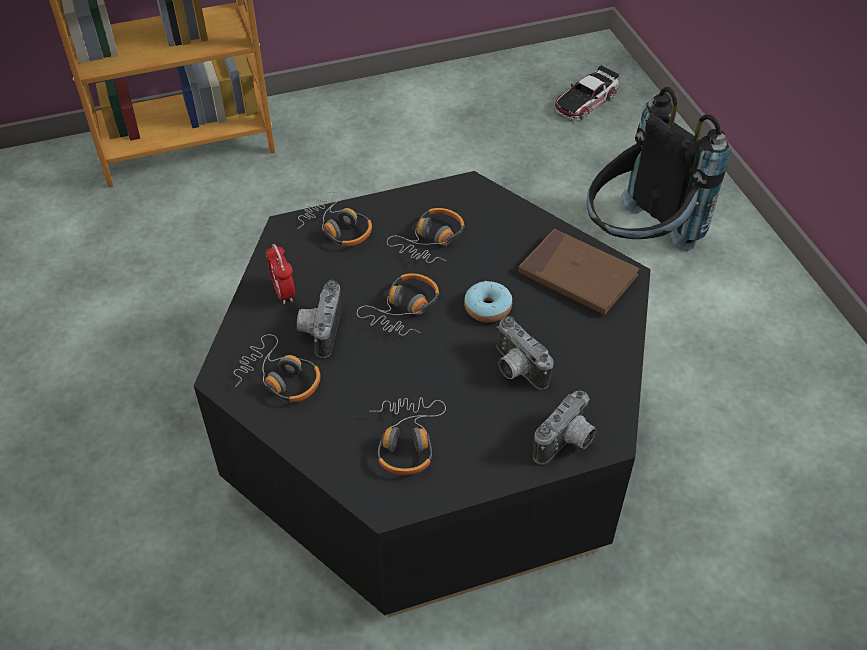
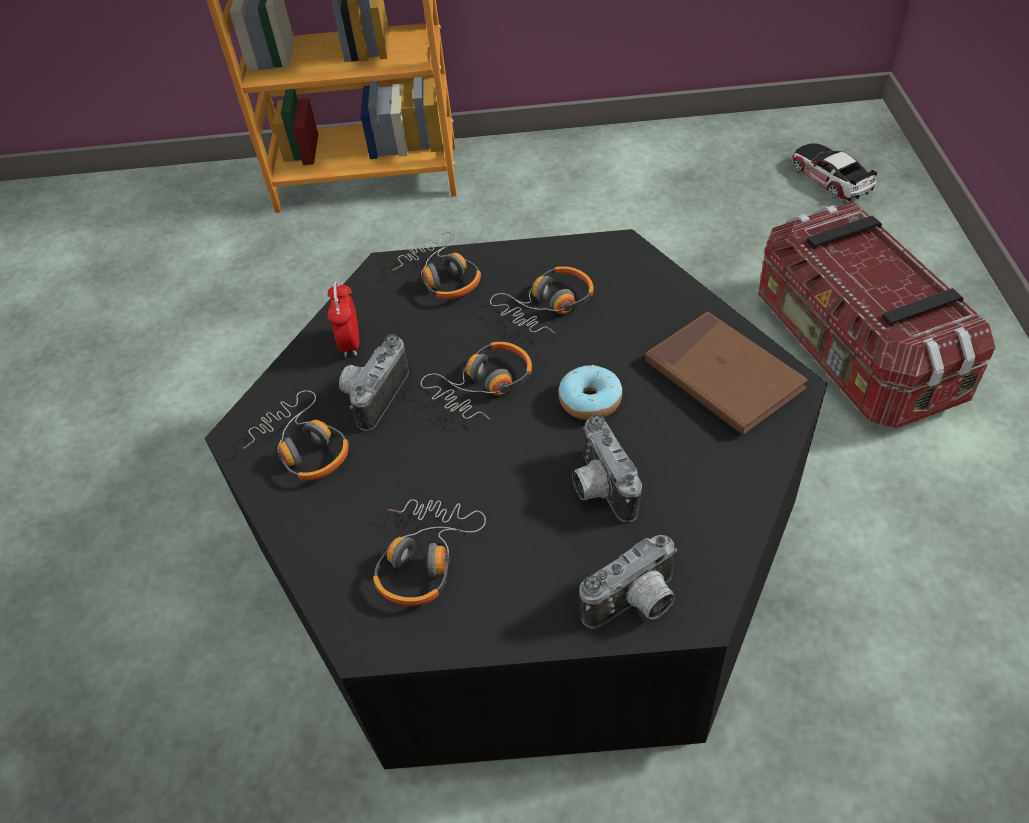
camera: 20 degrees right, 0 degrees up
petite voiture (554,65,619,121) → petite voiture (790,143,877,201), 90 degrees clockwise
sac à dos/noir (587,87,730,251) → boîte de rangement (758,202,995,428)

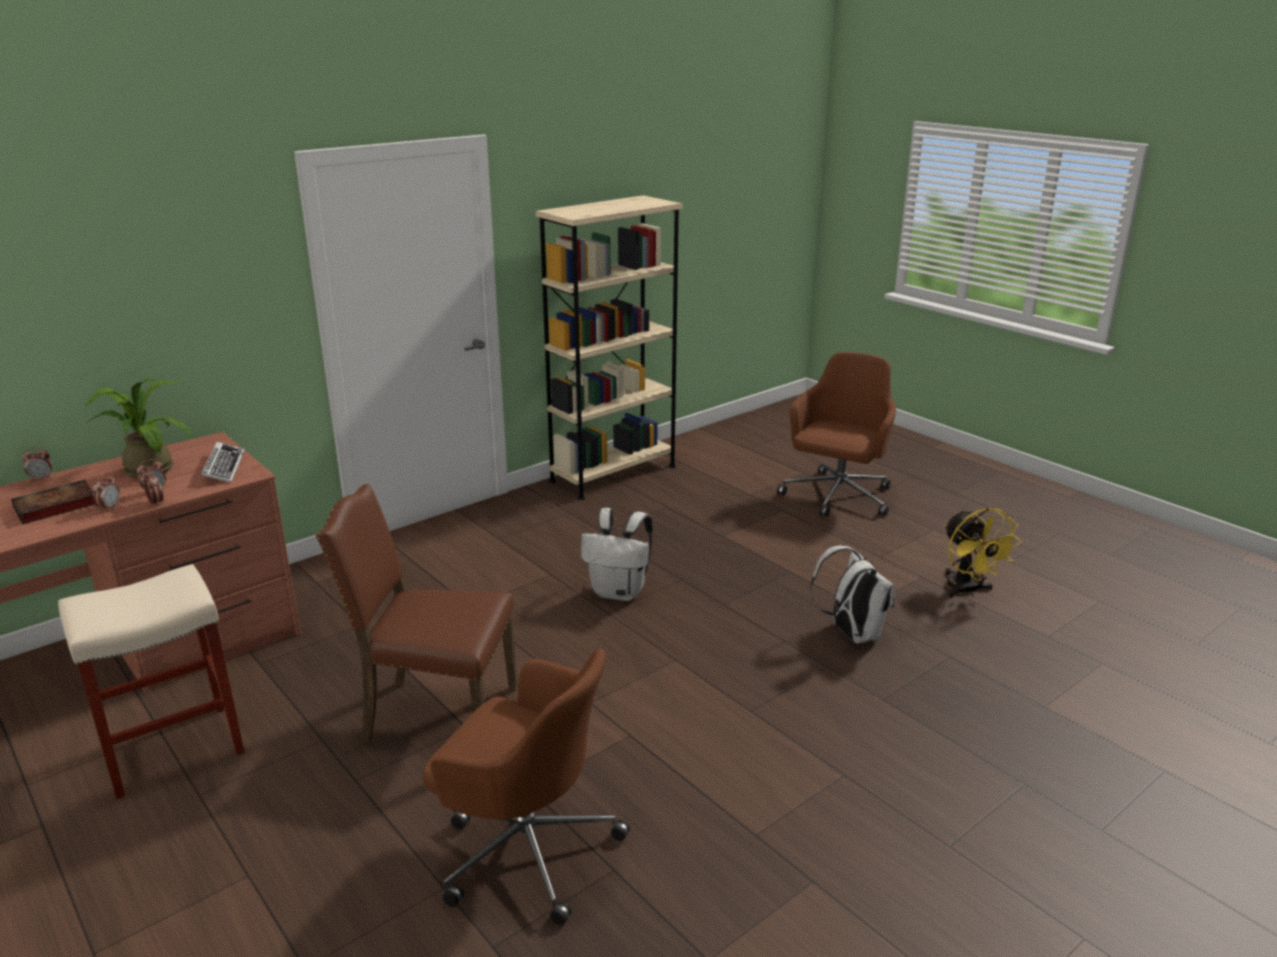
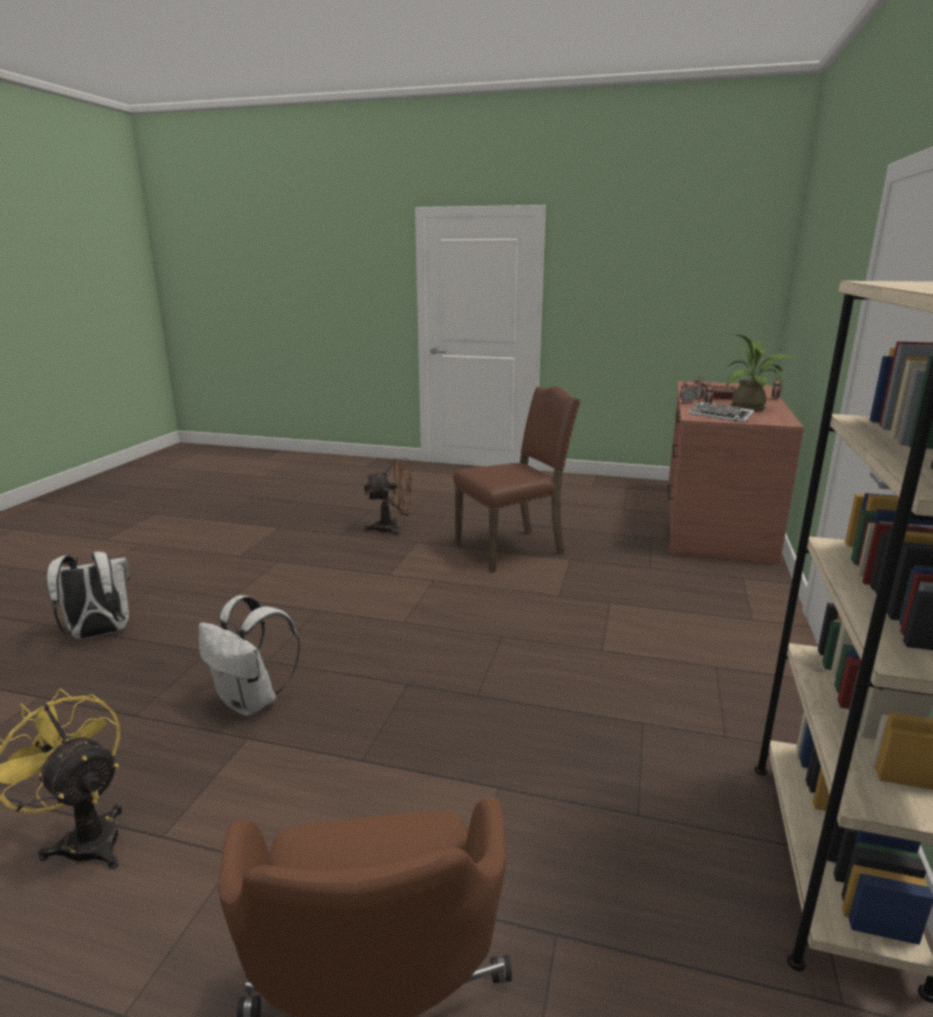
camera: 145 degrees right, 5 degrees down
sac à dos/blanc (581,508,653,601) → sac à dos/blanc (46,551,131,639), moved
tabouret/beige (58,564,244,799) → -
chaise de bureau/marron (423,649,630,925) → ventilateur/marron (364,458,413,536)

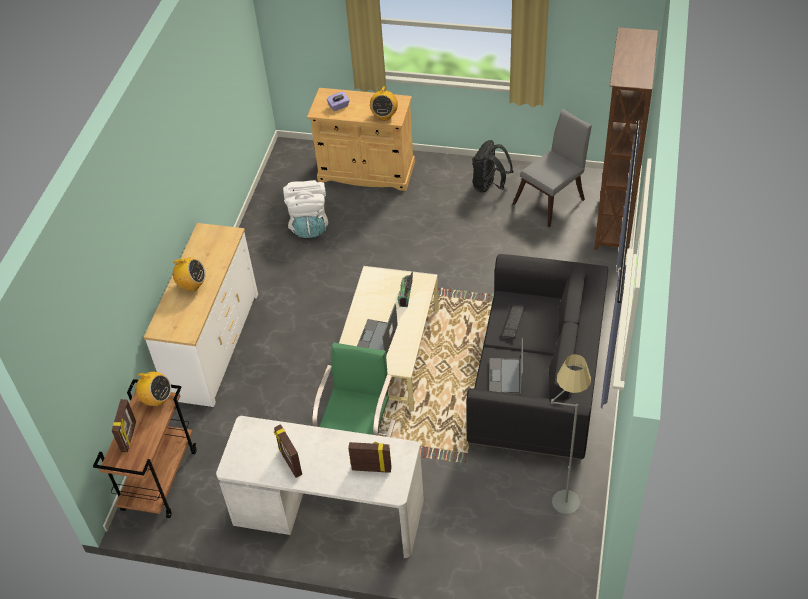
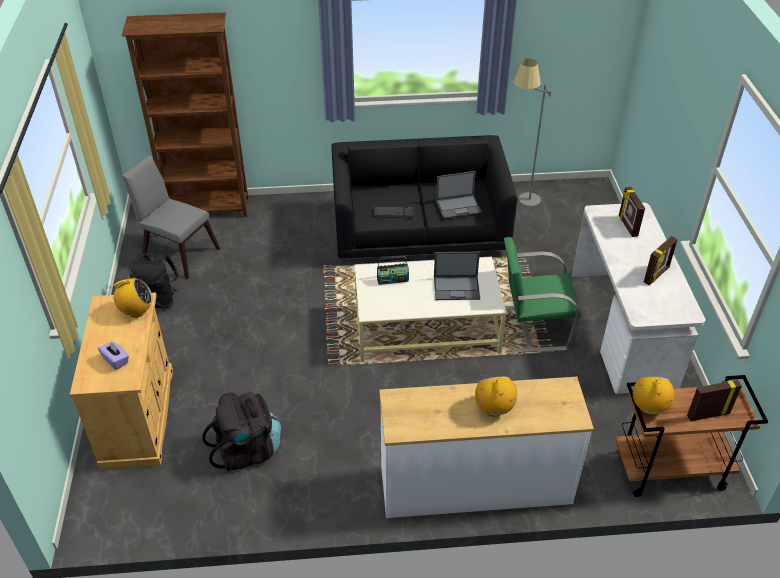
camera: 110 degrees left, 5 degrees down
sac à dos/blanc (283,180,328,238) → sac à dos/noir (202,392,281,472)

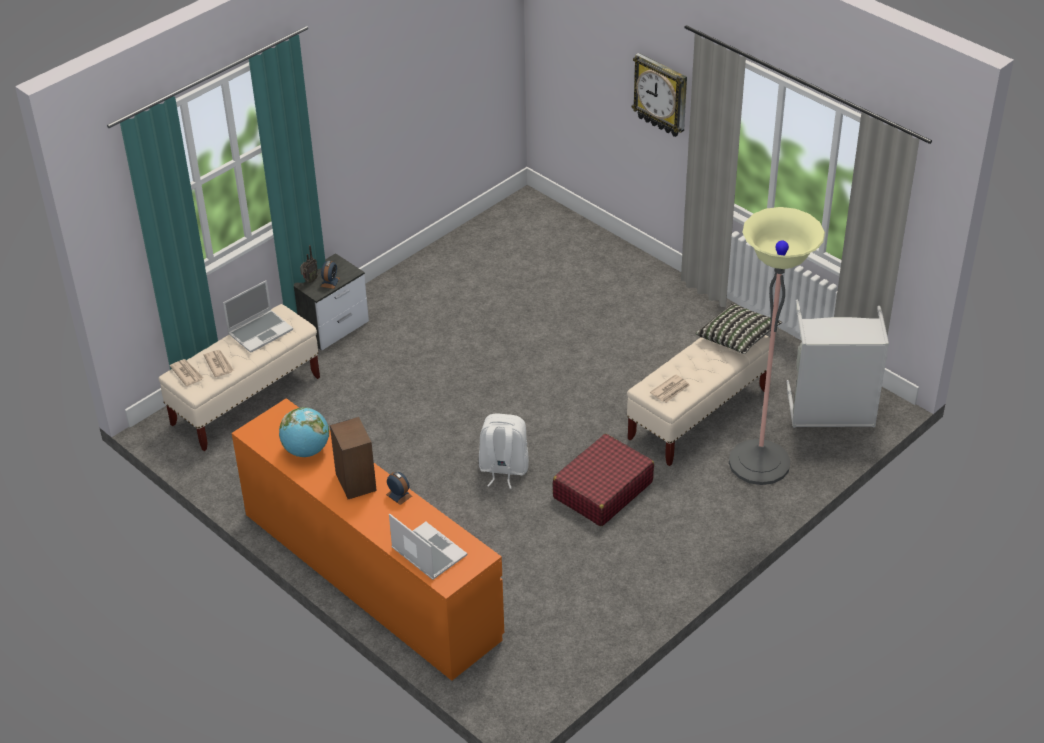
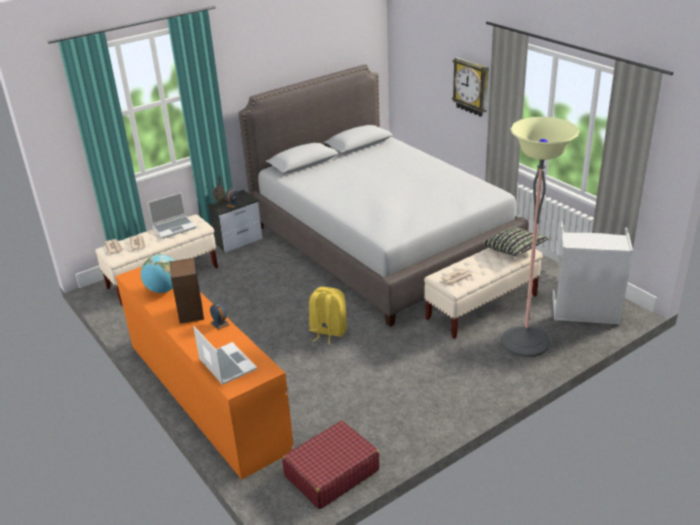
camera: 10 degrees right, 10 degrees down
sac à dos/blanc (479,413,529,489) → sac à dos/jaune (309,287,347,344)
valise/rouge (553,434,654,526) → valise/rouge (282,421,379,509), moved
- → lit/gris (239,64,529,327)

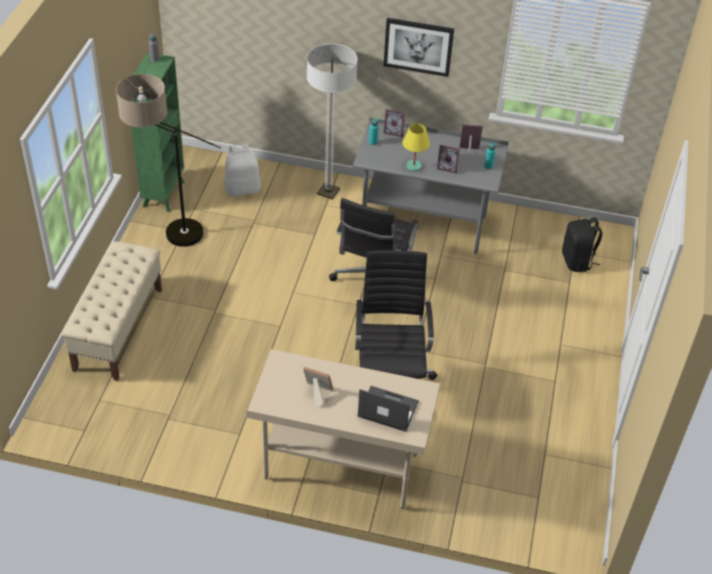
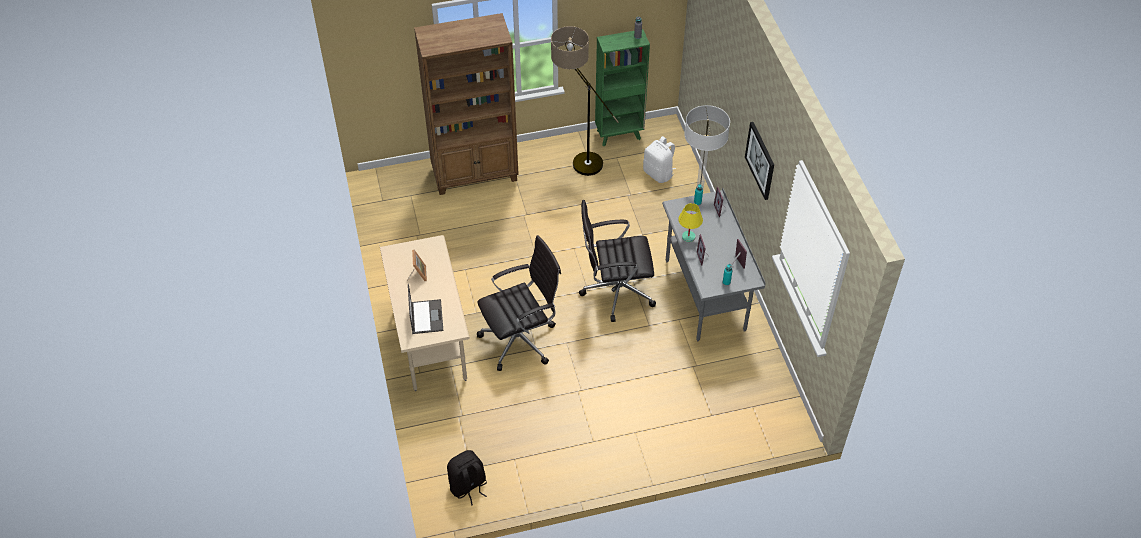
camera: 65 degrees right, 5 degrees up
sac à dos/noir (562,218,602,272) → sac à dos/noir (447,450,487,505), moved
banc/beige (61,241,162,381) → bibliothèque/marron (414,13,519,195)

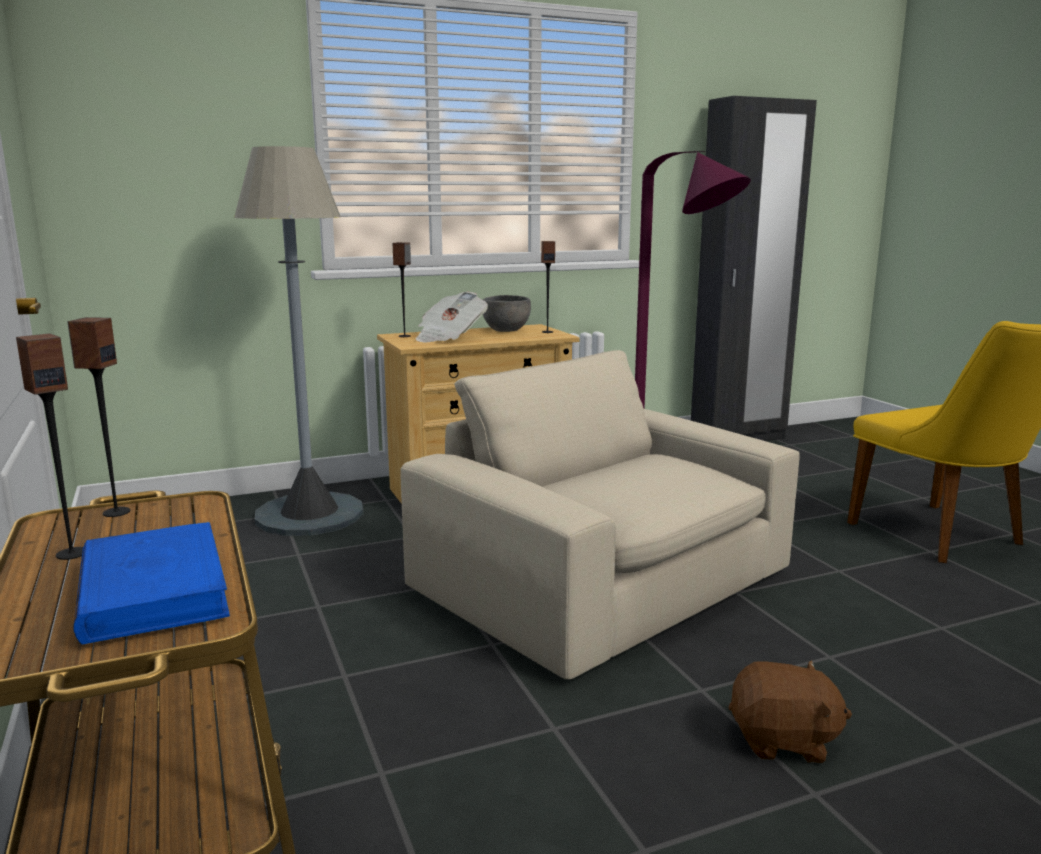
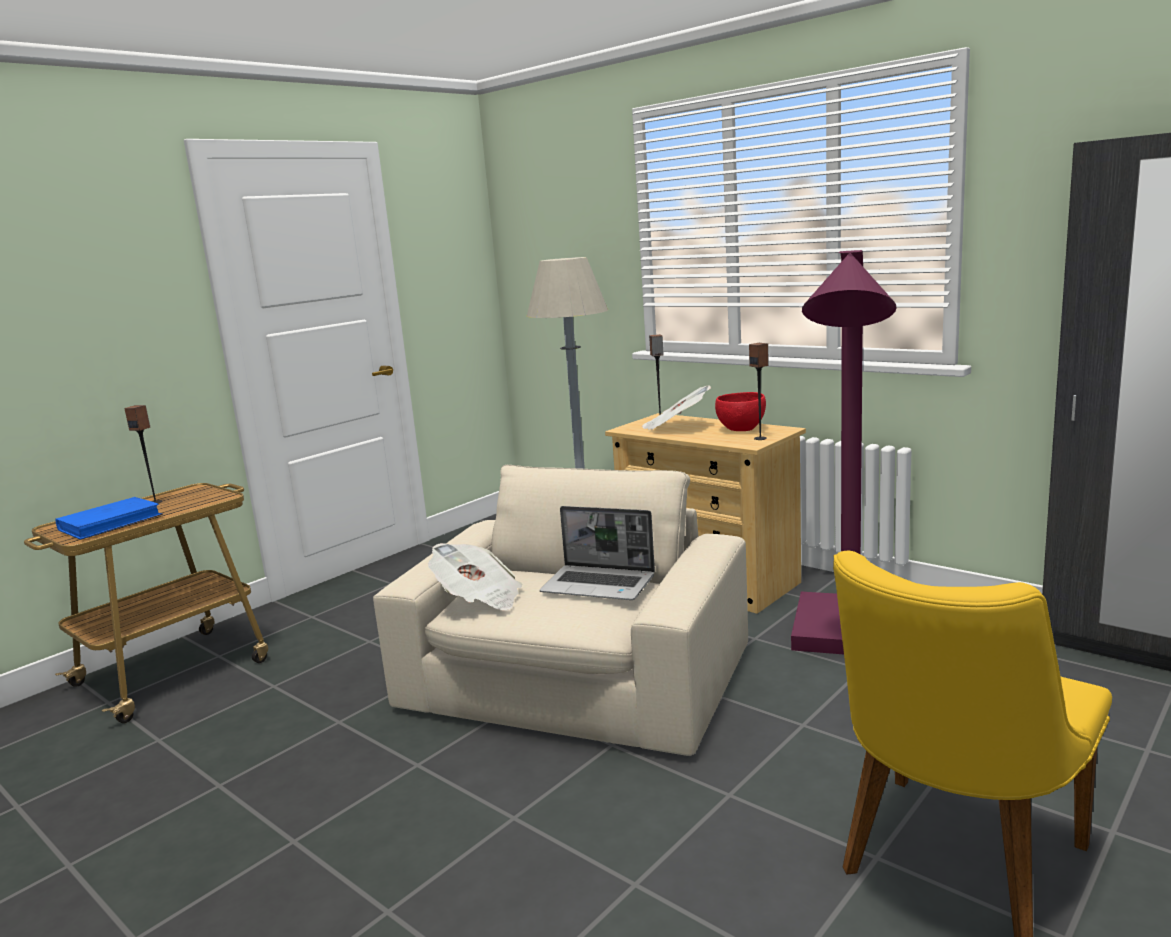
camera: 65 degrees right, 0 degrees up
bol/gris (483,295,531,332) → bol/rouge (715,392,766,431)
enceinte (67,317,130,517) → -
peluche/marron (729,660,852,763) → -
- → ordinateur portable (540,506,655,600)
- → journal (428,543,522,611)

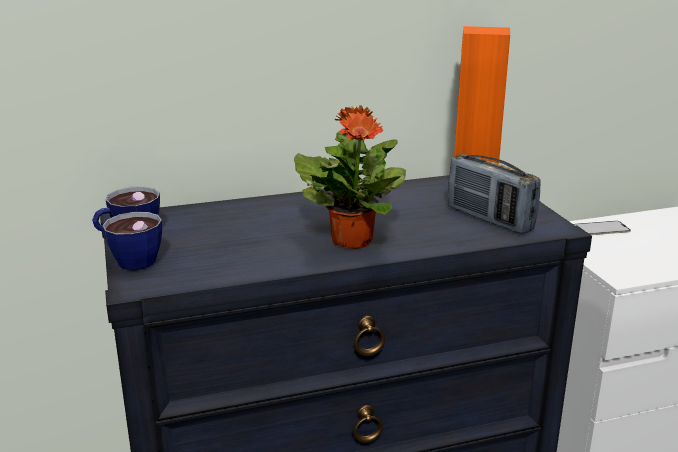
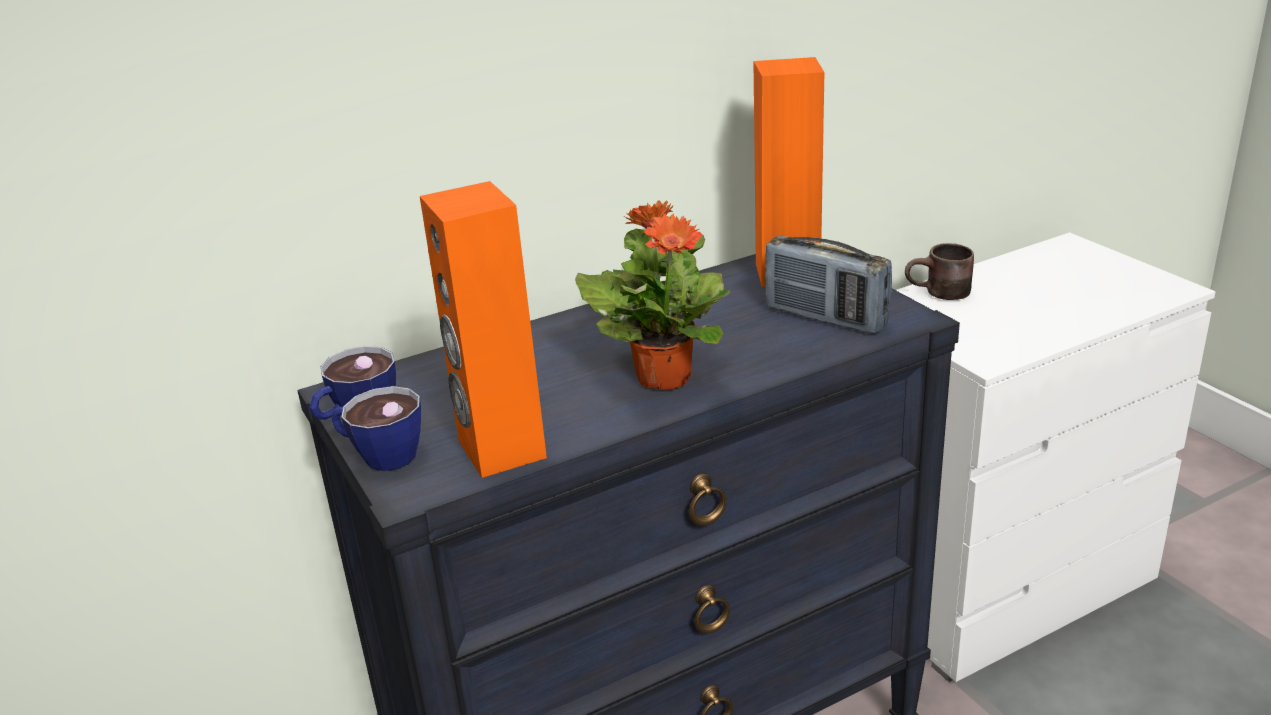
camera: 10 degrees left, 5 degrees up
téléphone (573,221,631,235) → mug/marron (905,243,974,300)
- → enceinte/orange (420,181,547,478)

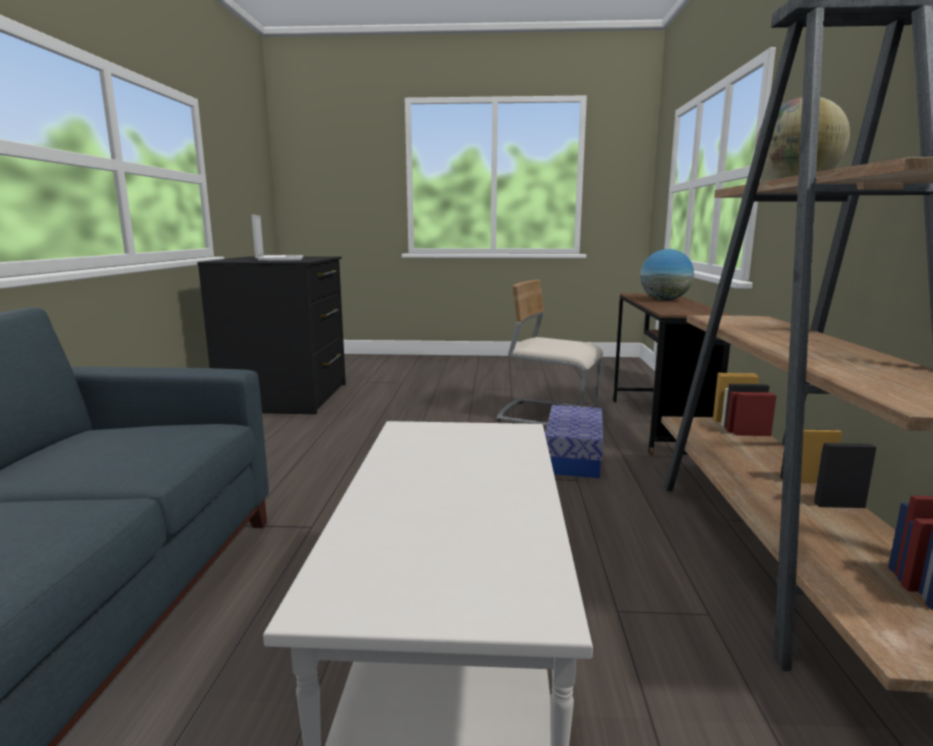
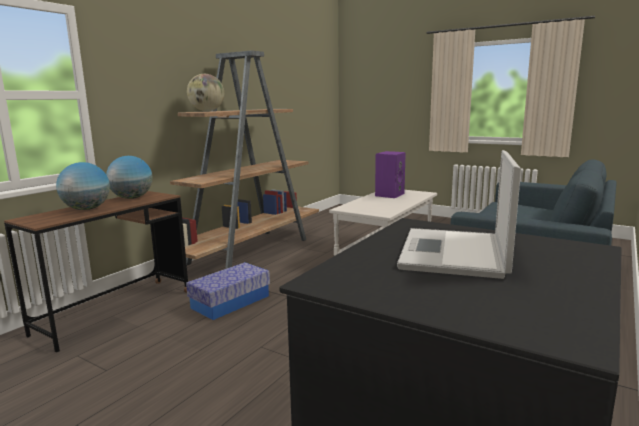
camera: 150 degrees left, 0 degrees up
chaise/beige (497,280,603,426) → -
- → enceinte/violet (375,151,406,198)
- → globe (106,156,153,199)

